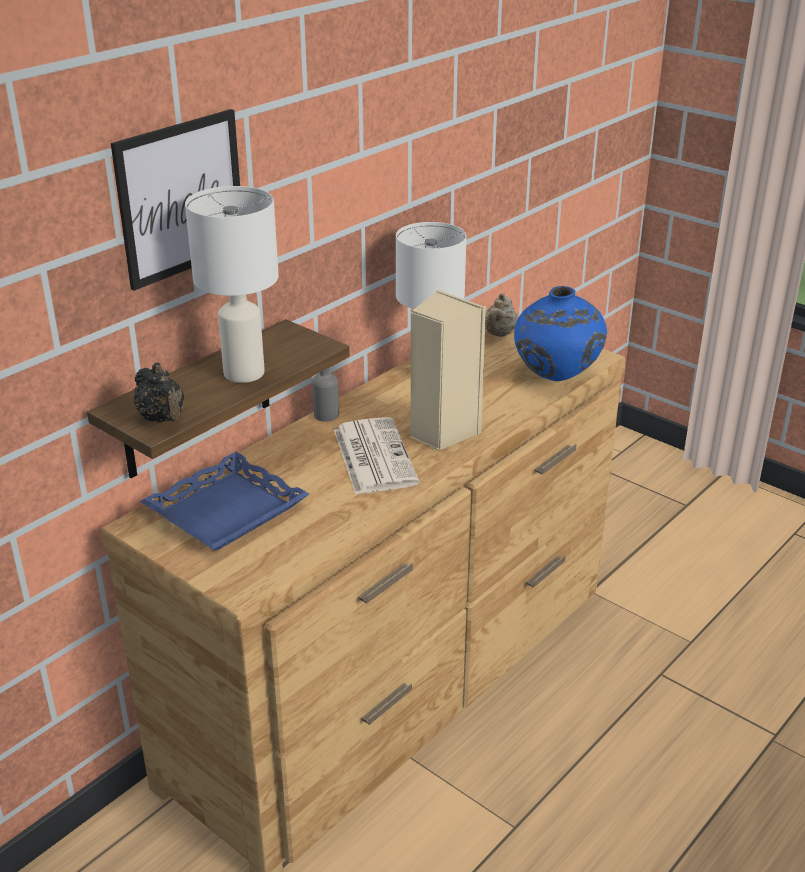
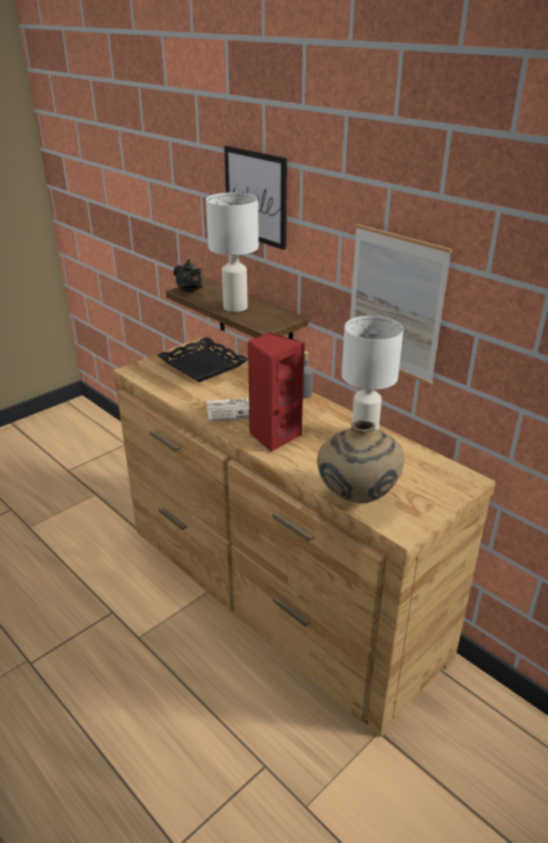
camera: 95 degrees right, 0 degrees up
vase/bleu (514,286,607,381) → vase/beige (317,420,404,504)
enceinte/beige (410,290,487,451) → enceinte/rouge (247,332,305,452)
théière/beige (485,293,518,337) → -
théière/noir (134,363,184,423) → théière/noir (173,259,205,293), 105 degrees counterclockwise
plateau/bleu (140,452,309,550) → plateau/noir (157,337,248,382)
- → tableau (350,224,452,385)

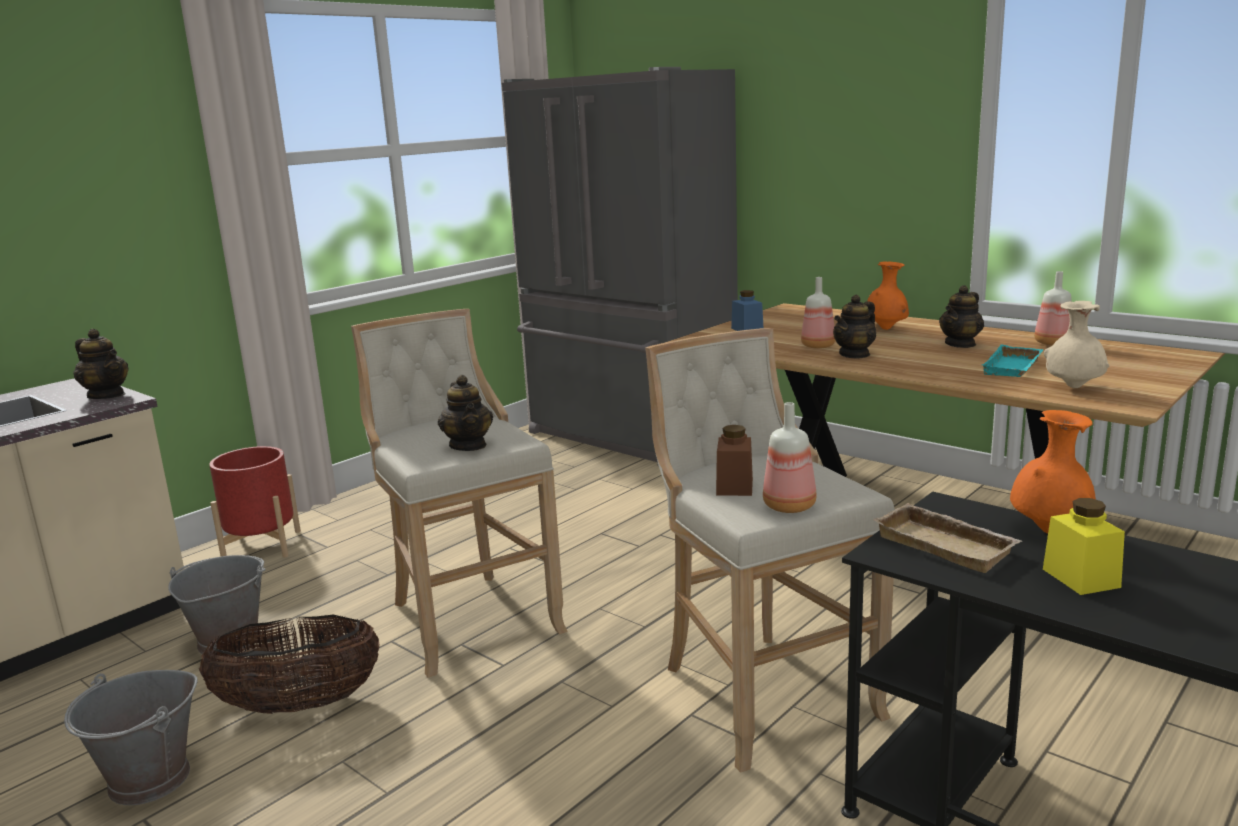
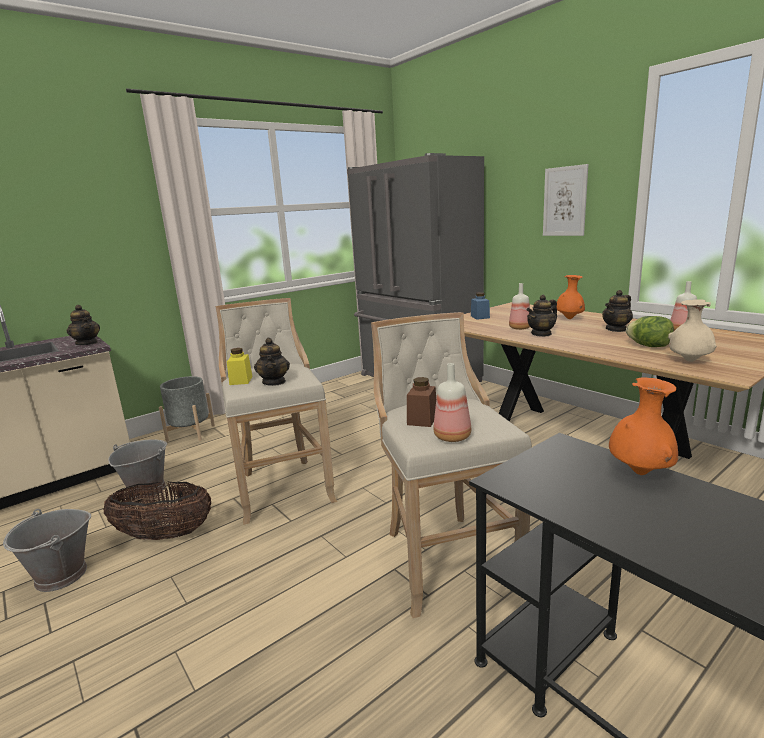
camera: 10 degrees right, 0 degrees up
plateau/turquoise (982,344,1044,377) → laitue (626,316,674,347)
cache-pot/rouge (209,446,301,557) → cache-pot/gris (159,376,215,442)
bocal/jaune (1043,498,1125,595) → bocal/jaune (227,348,253,385), moved
plateau/beige (873,503,1022,573) → -
- → tableau (543,164,588,236)

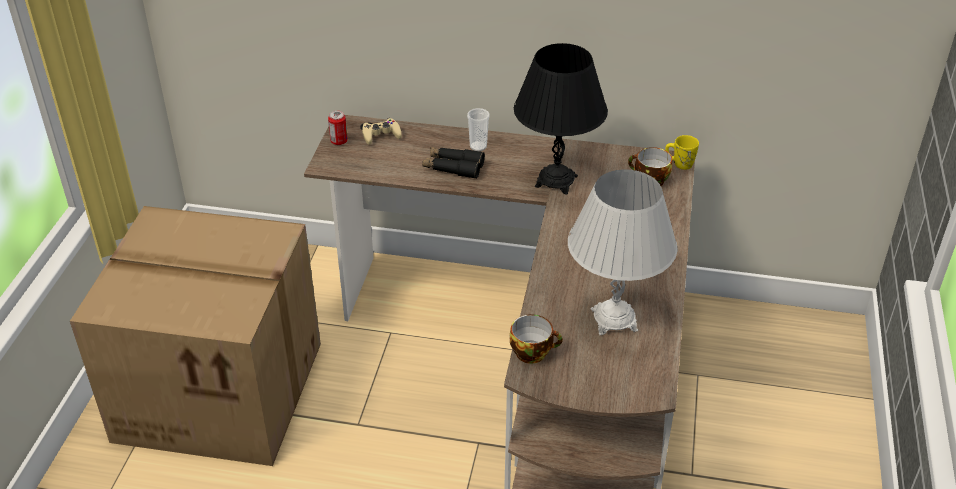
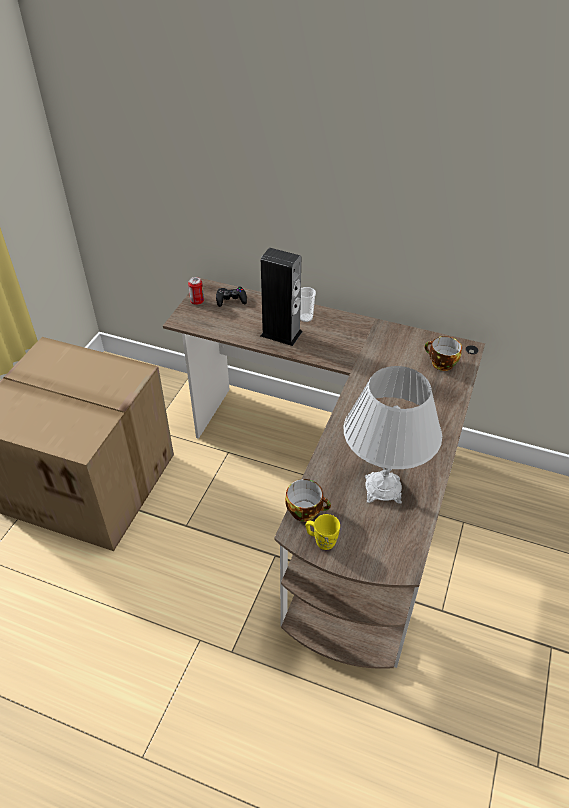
camera: 10 degrees right, 5 degrees up
lampe de table/noir (514,43,608,195) → -
manette/beige (362,118,402,145) → manette/noir (216,287,247,307)
mug/jaune (665,135,699,170) → mug/jaune (305,514,340,550), moved
jumelles/noir (422,147,485,179) → enceinte (260,248,302,346)

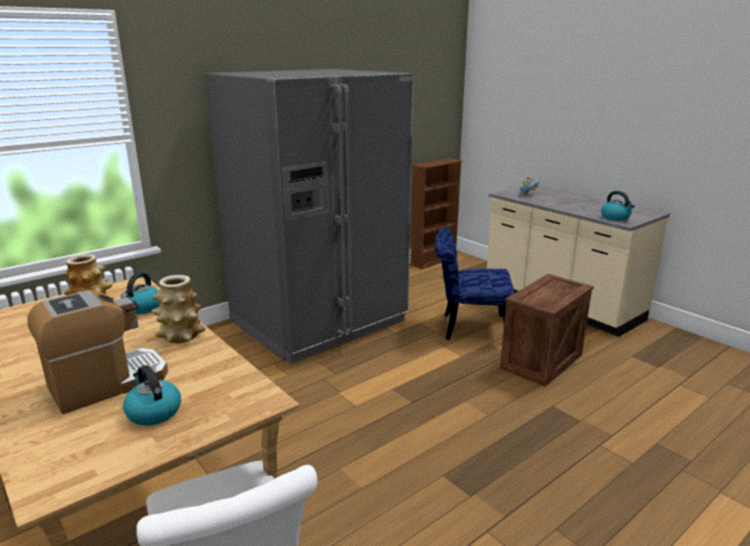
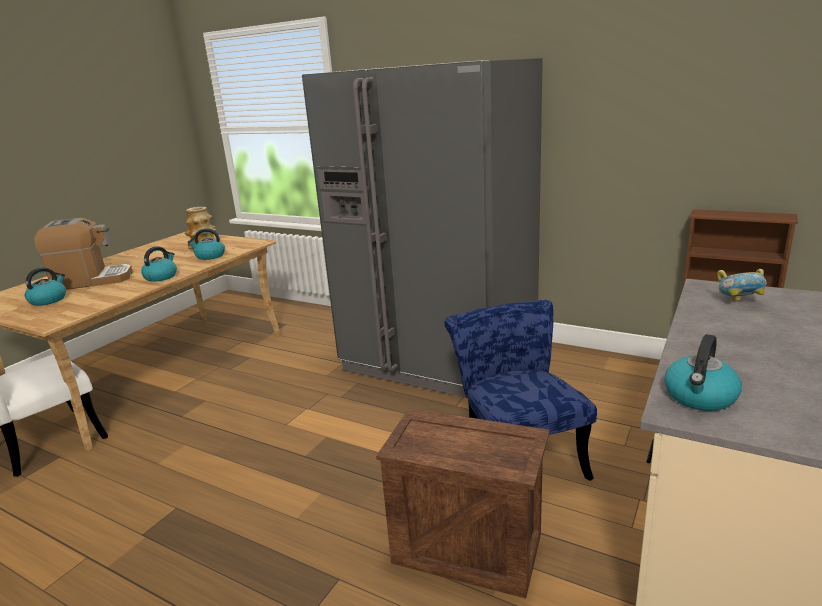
camera: 70 degrees right, 0 degrees up
vase (152,275,206,343) → bouilloire (141,247,177,282)
machine à café (27,290,168,414) → machine à café (34,218,133,290), 45 degrees counterclockwise

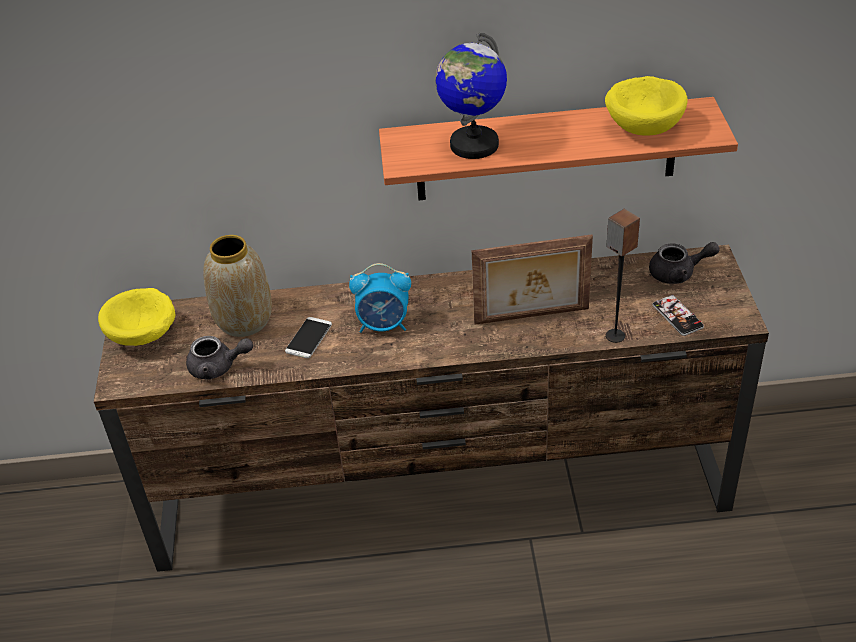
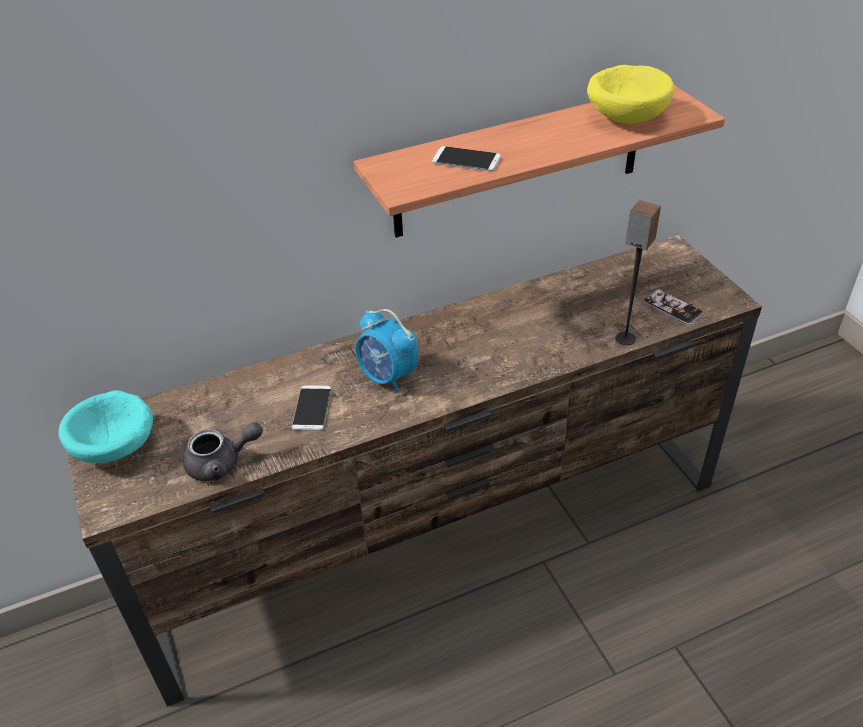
camera: 20 degrees left, 0 degrees up
globe (435,32,507,159) → téléphone (432,146,501,171)
cadre photo (472,234,593,325) → -
vase (203,235,272,337) → -
théière/gris (649,242,720,284) → -
réveil (349,263,411,333) → réveil (355,309,418,393), 60 degrees clockwise
bol/jaune (98,288,175,346) → bol/turquoise (58,390,153,463)

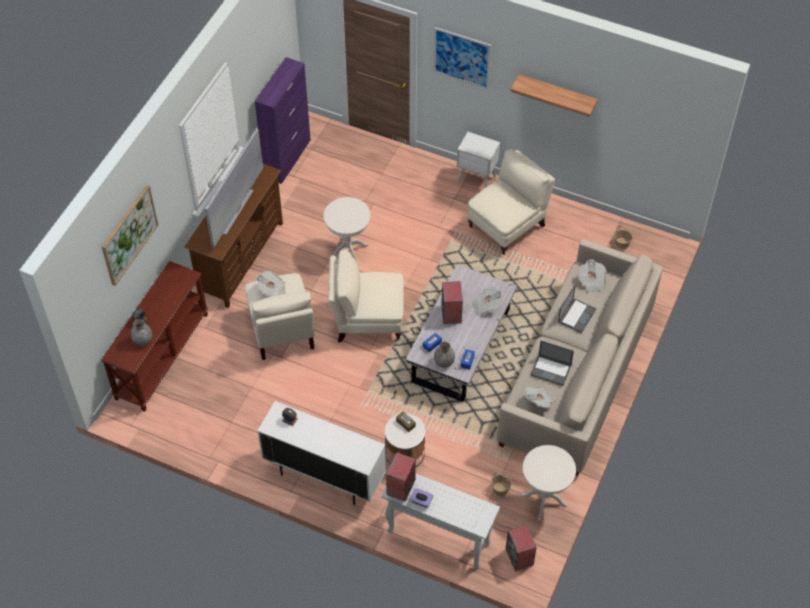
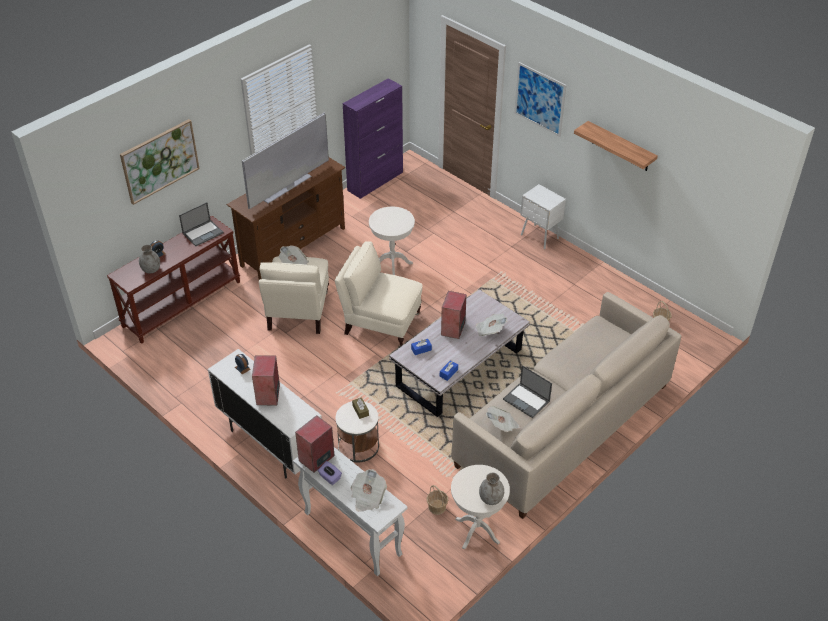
camera: 20 degrees right, 10 degrees down
fauteuil/beige (468,149,555,255) → -
journal (578,259,606,294) → journal (351,469,387,512), moved
ordinateur portable (558,284,596,333) → ordinateur portable (179,202,224,246), moved
vase/gris (434,342,455,368) → vase/gris (479,473,504,505), moved
enceinte (506,524,537,571) → enceinte (252,355,280,405), moved

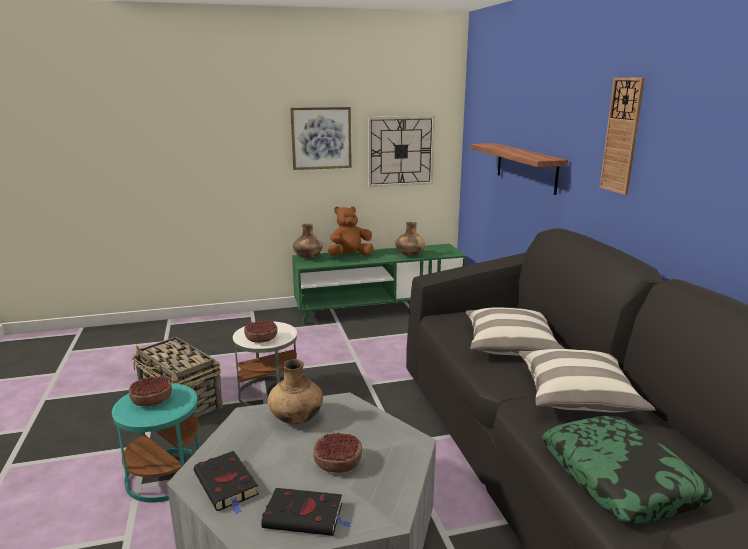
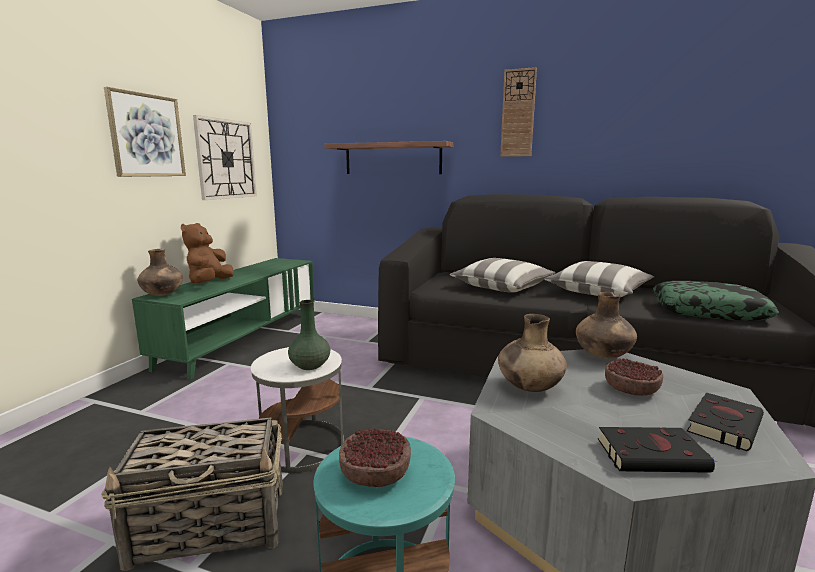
camera: 55 degrees left, 5 degrees down
vase/marron (395,222,425,256) → vase/marron (576,292,637,359), moved
bol (244,319,277,343) → vase/vert (288,300,330,370)

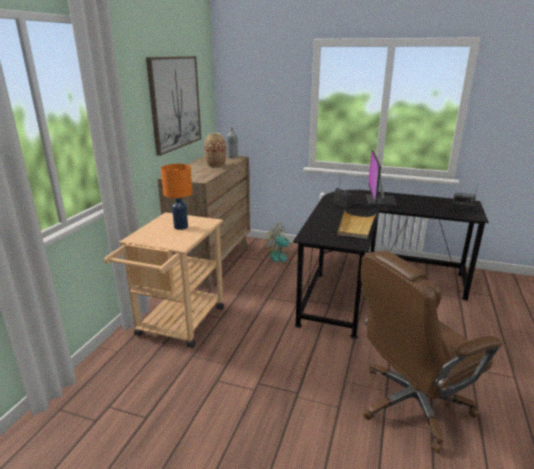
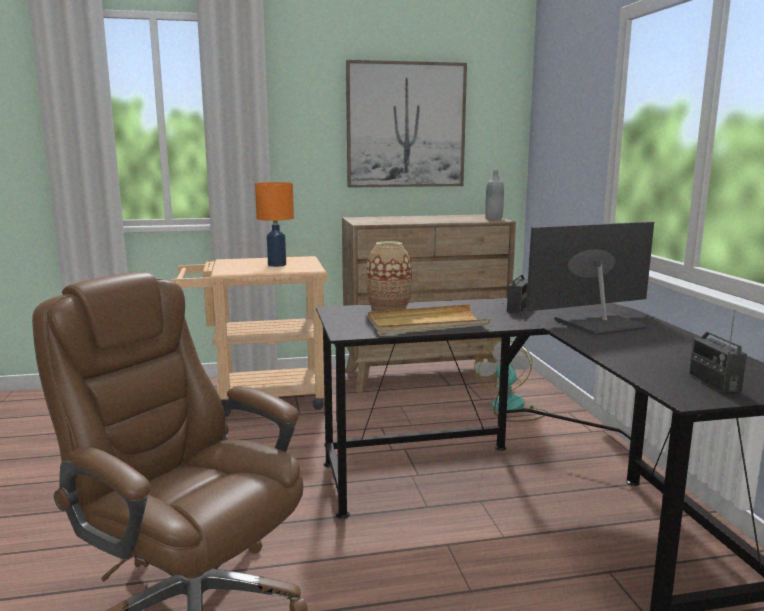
camera: 60 degrees right, 10 degrees down
vase (204,133,226,168) → vase (366,241,412,312), moved

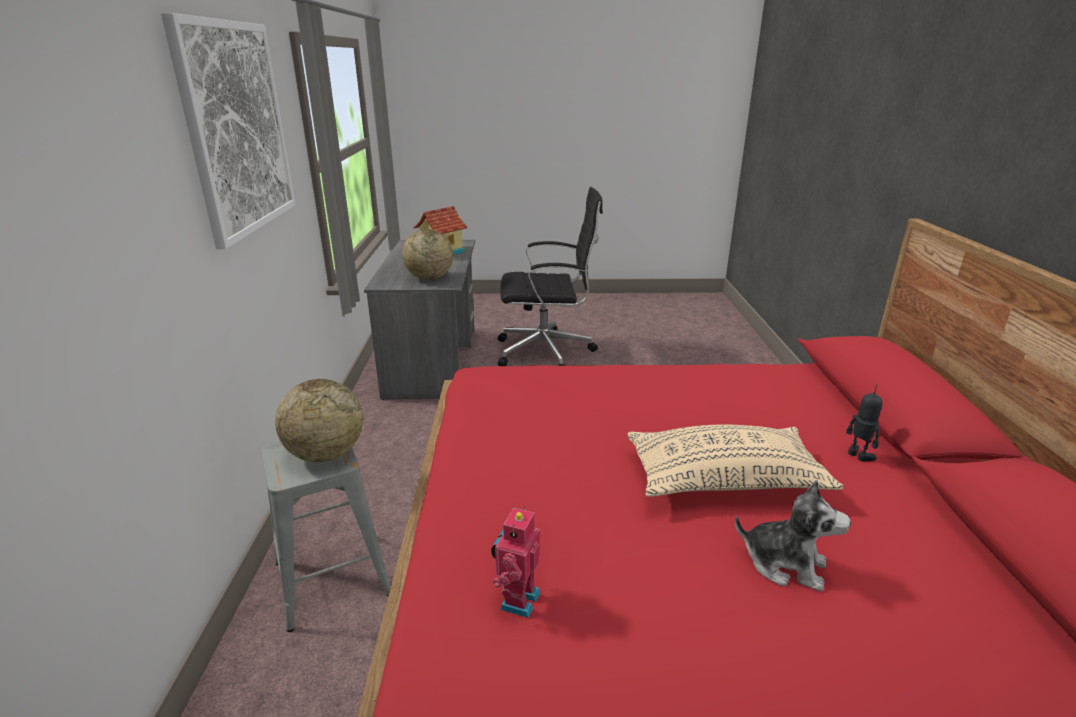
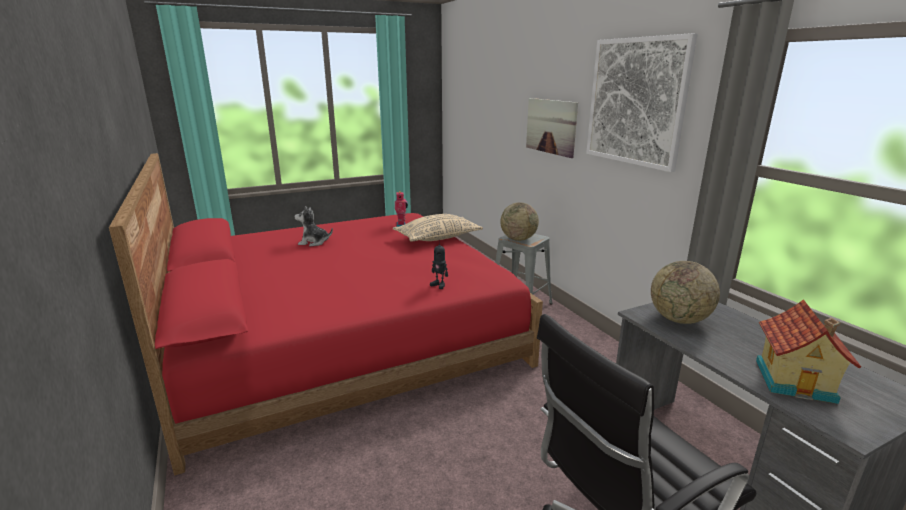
camera: 155 degrees right, 5 degrees down
robot jouet (846,385,883,462) → robot jouet (430,243,448,289), moved
coussin/beige (628,425,843,497) → coussin/beige (393,214,483,242), moved
- → tableau (526,98,578,158)

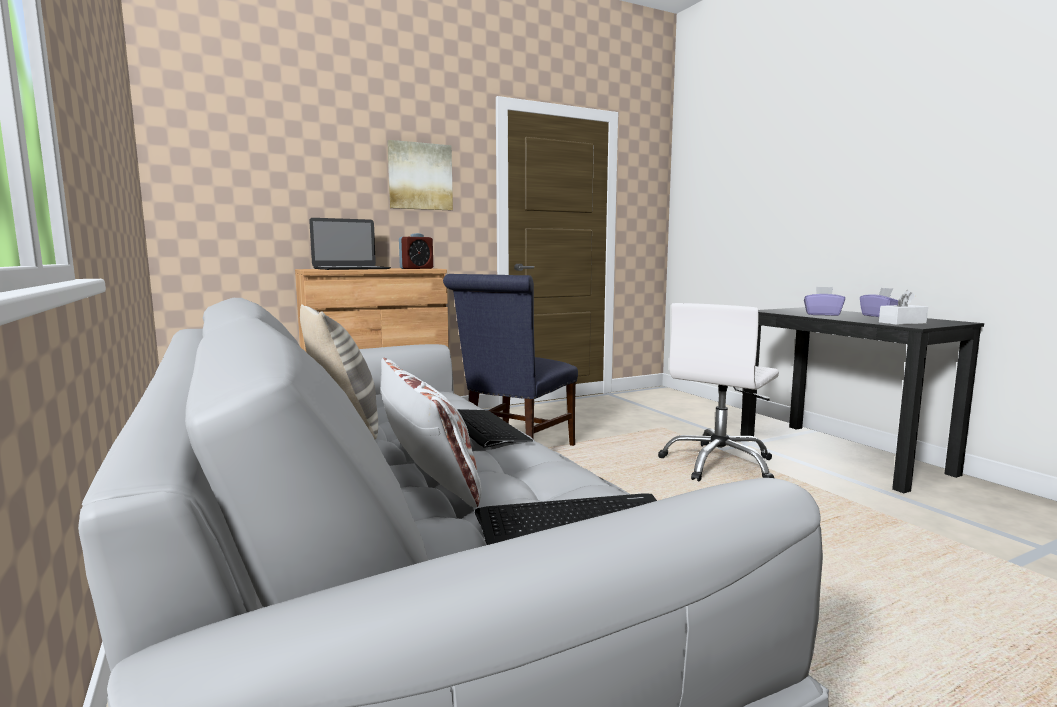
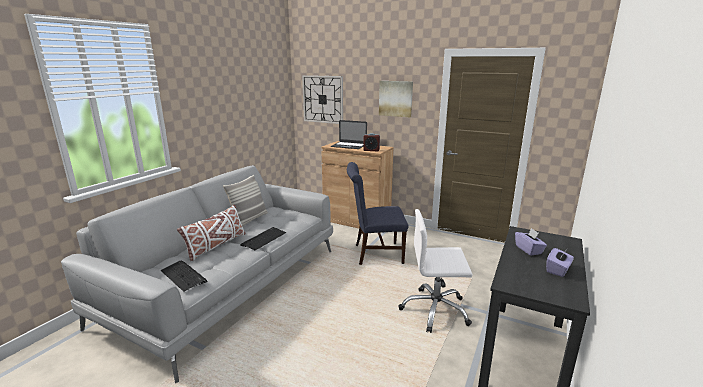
camera: 55 degrees right, 10 degrees up
boîte à mouchoirs/blanc (879,290,928,325) → -
- → horloge murale (302,75,343,124)

